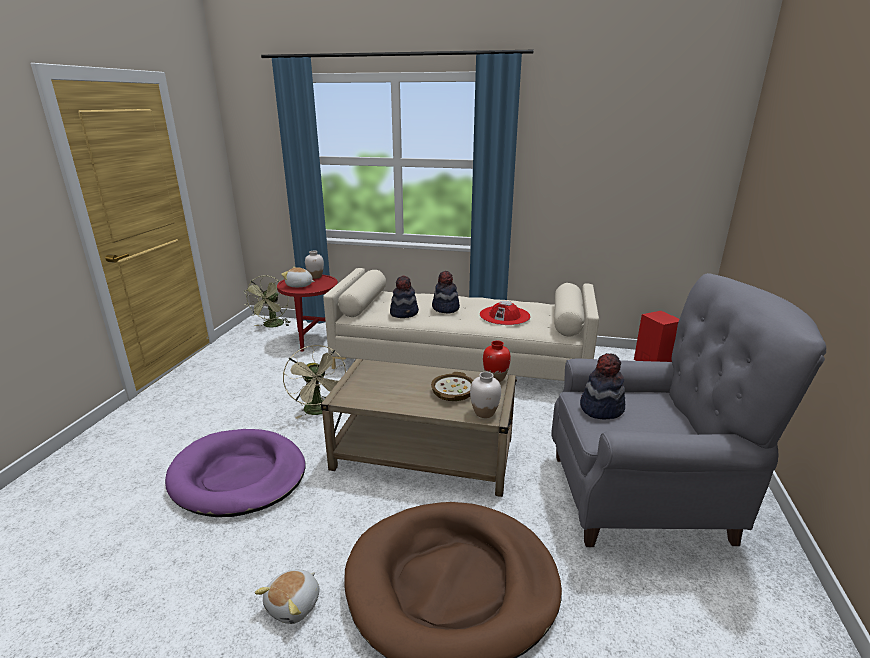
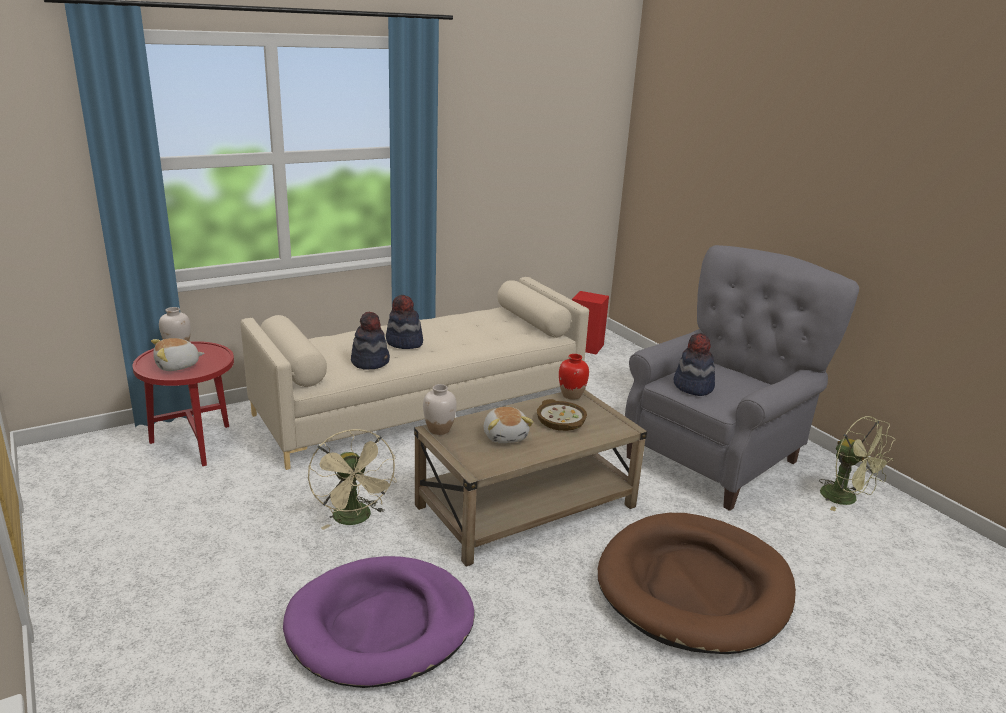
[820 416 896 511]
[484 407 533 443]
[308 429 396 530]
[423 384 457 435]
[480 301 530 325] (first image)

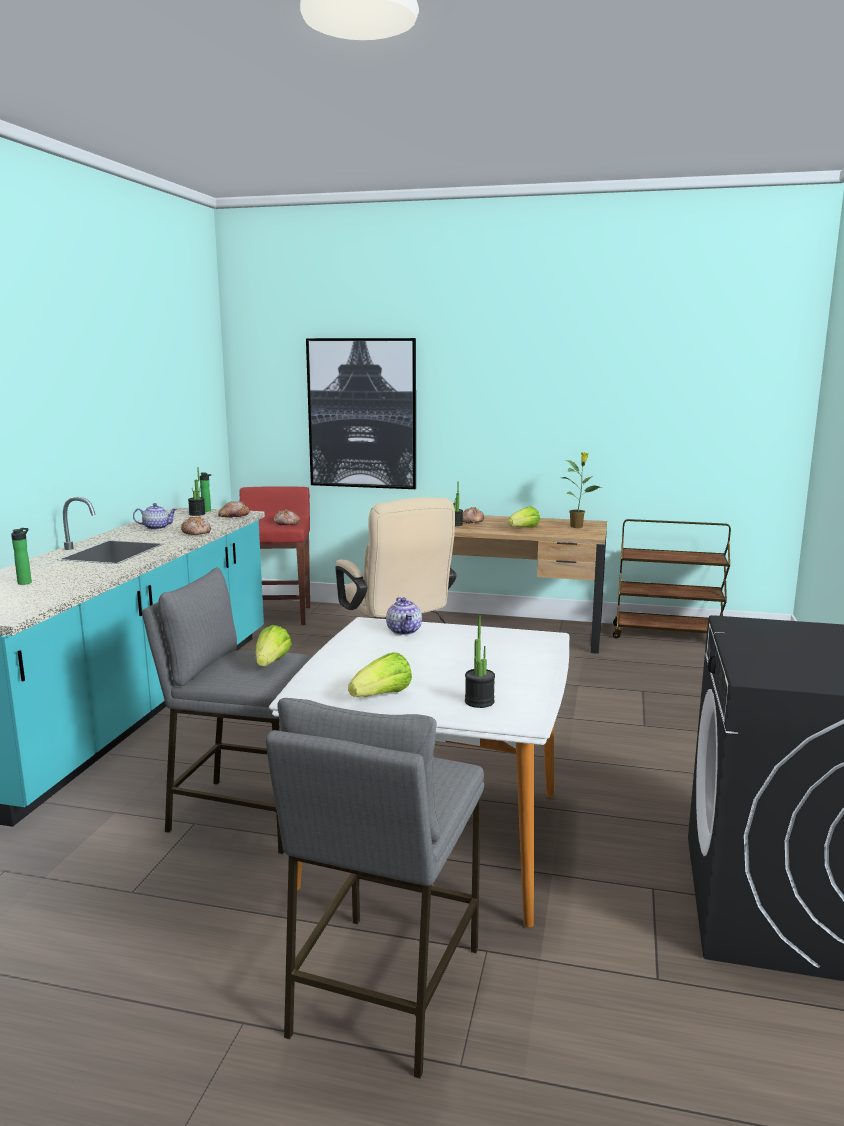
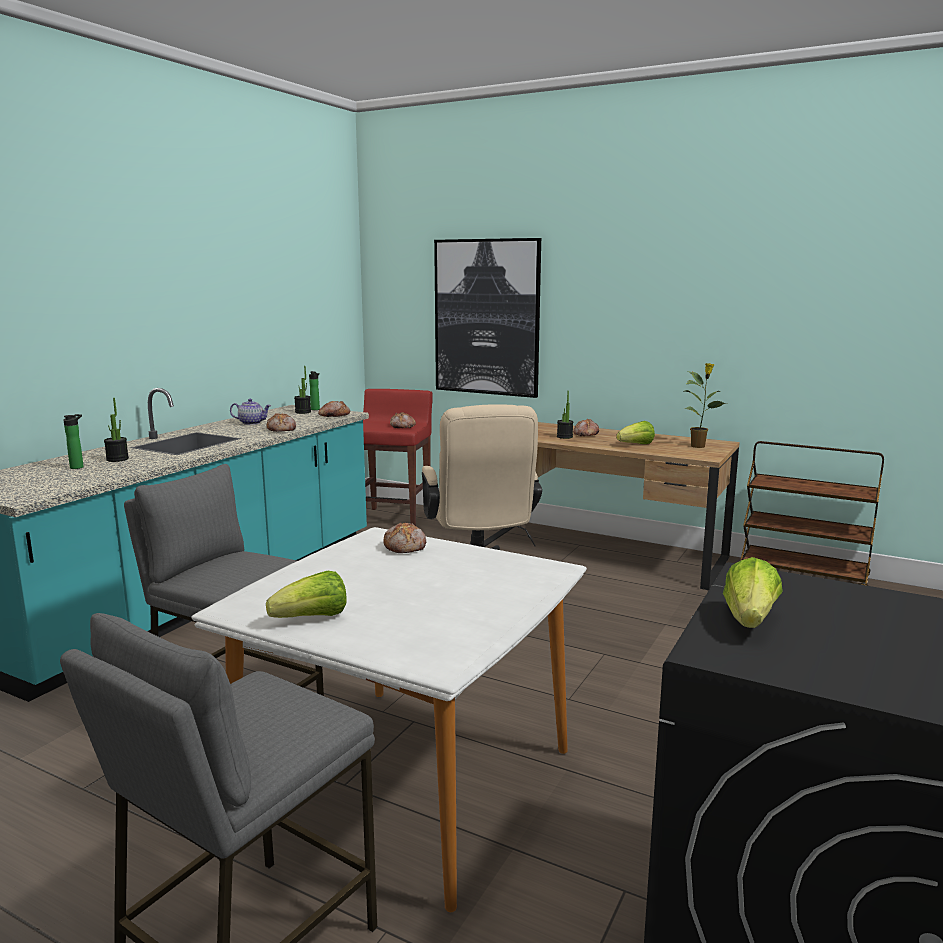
[723 557 783 628]
[383 523 426 553]
[104 398 129 462]

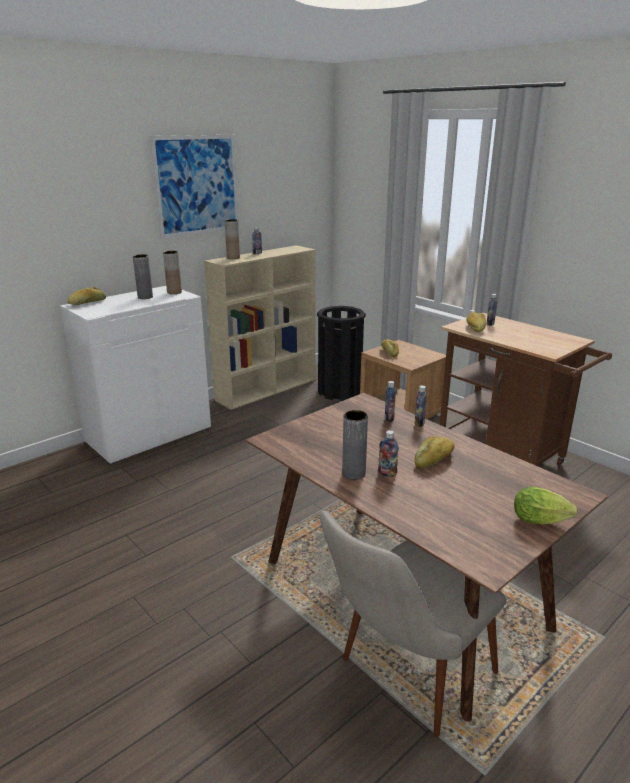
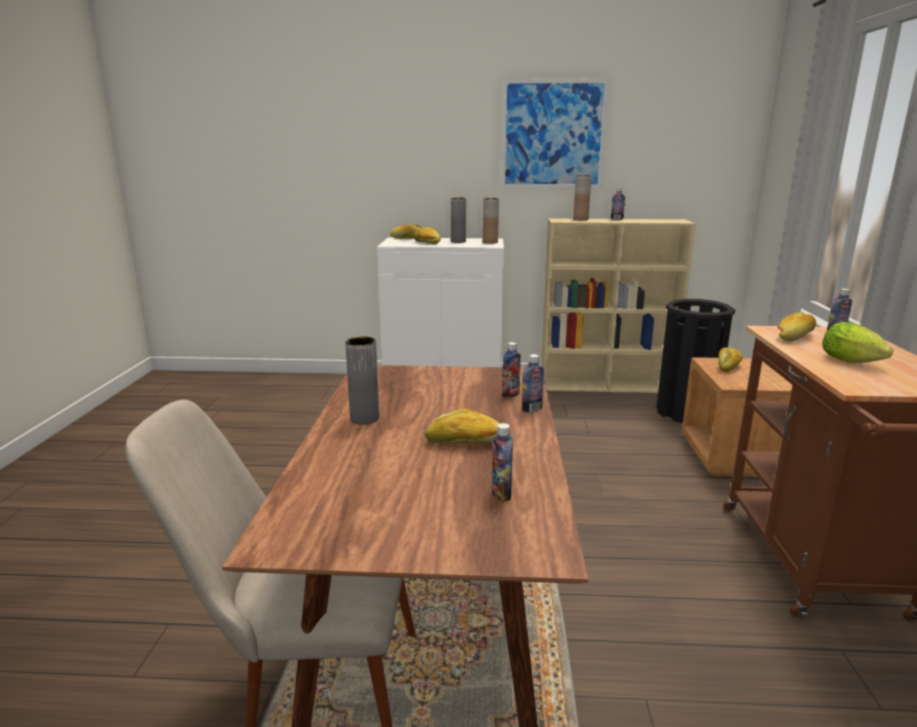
[492 423 513 502]
[822 322 893 363]
[414 227 441 244]

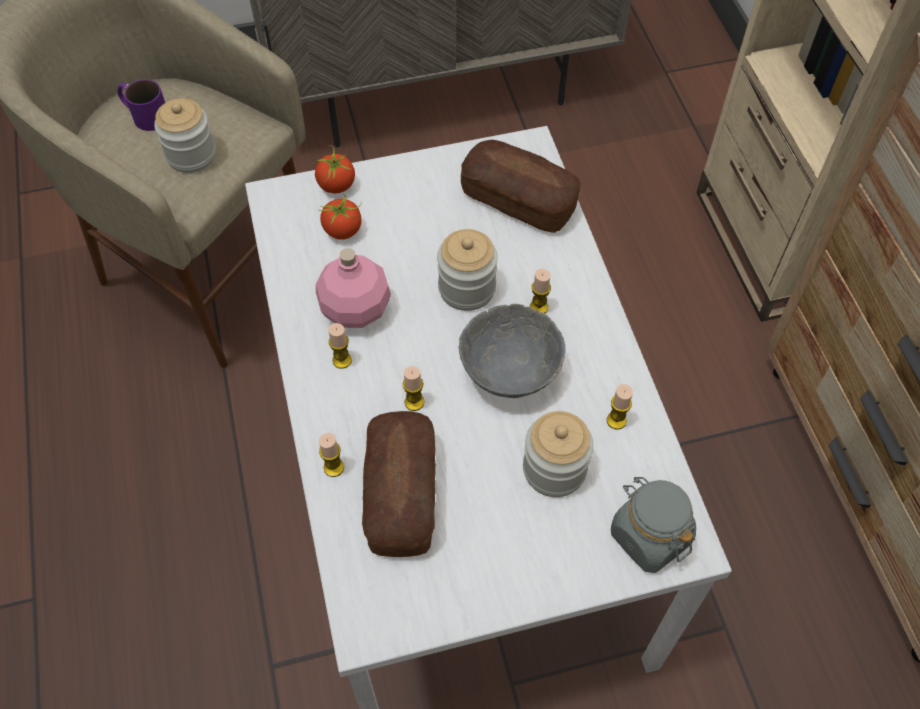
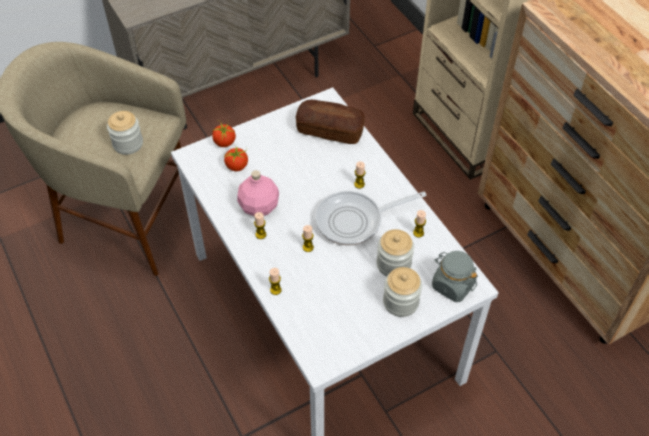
[117 79 165 131] (first image)
[362 411 436 557] (first image)
[383 267 422 317]
[315 191 427 245]

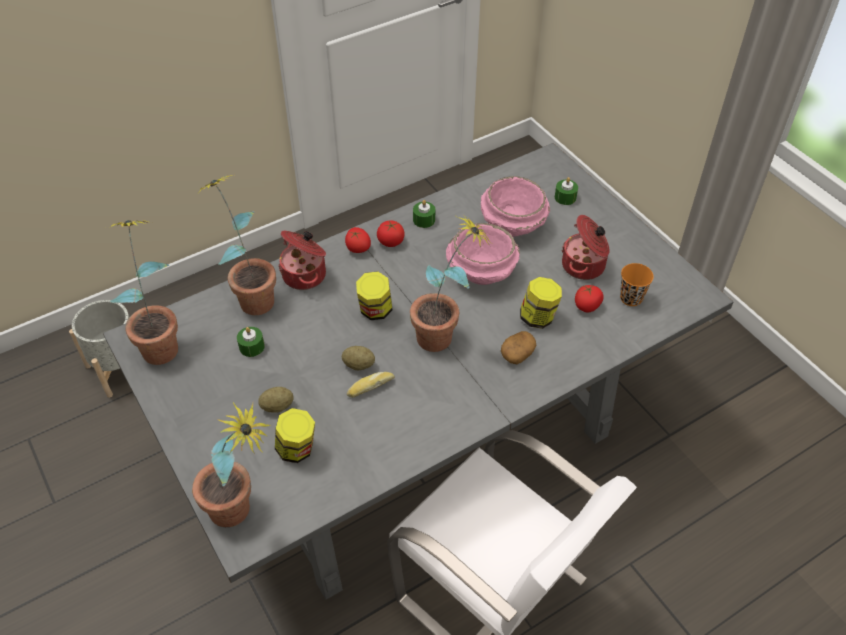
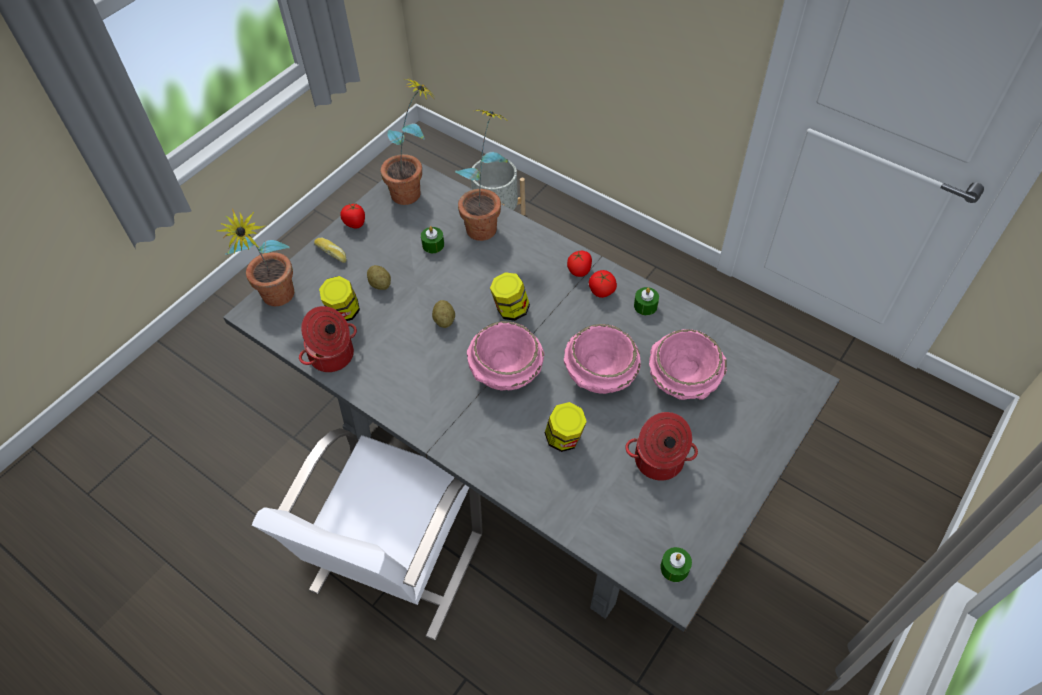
[299 306 357 372]
[314 238 347 263]
[467 321 544 390]
[501 331 536 364] (first image)
[660 547 692 582]
[340 204 365 228]
[620 263 654 306] (first image)

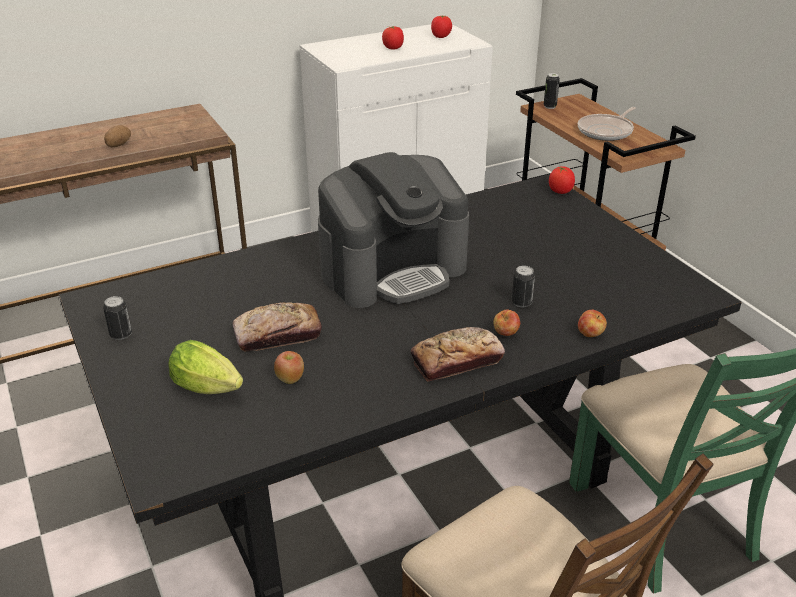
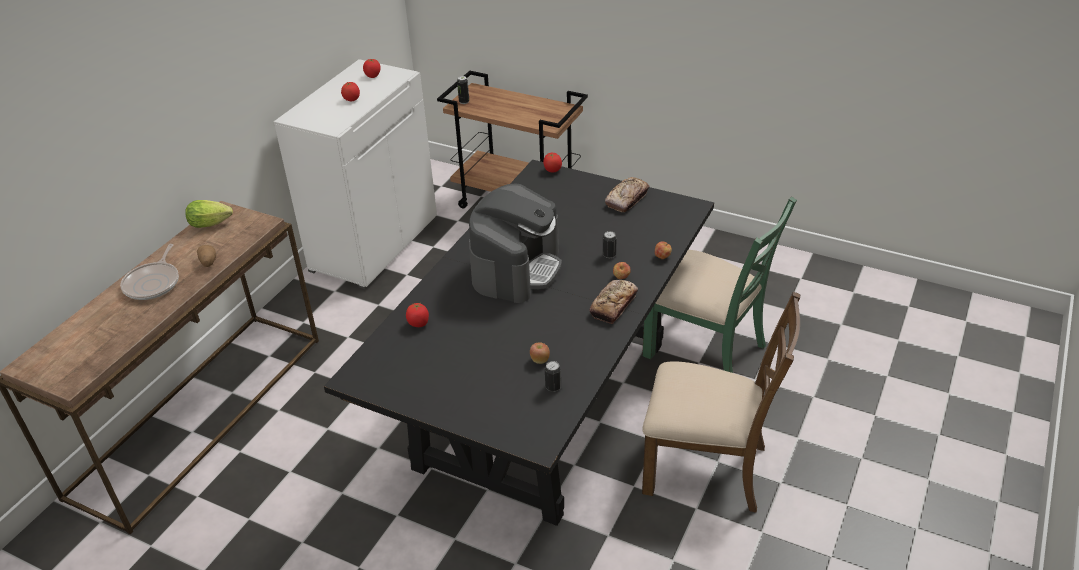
[545 361 561 392]
[185 200 233 228]
[605 177 649 212]
[120 244 179 300]
[406 303 429 327]

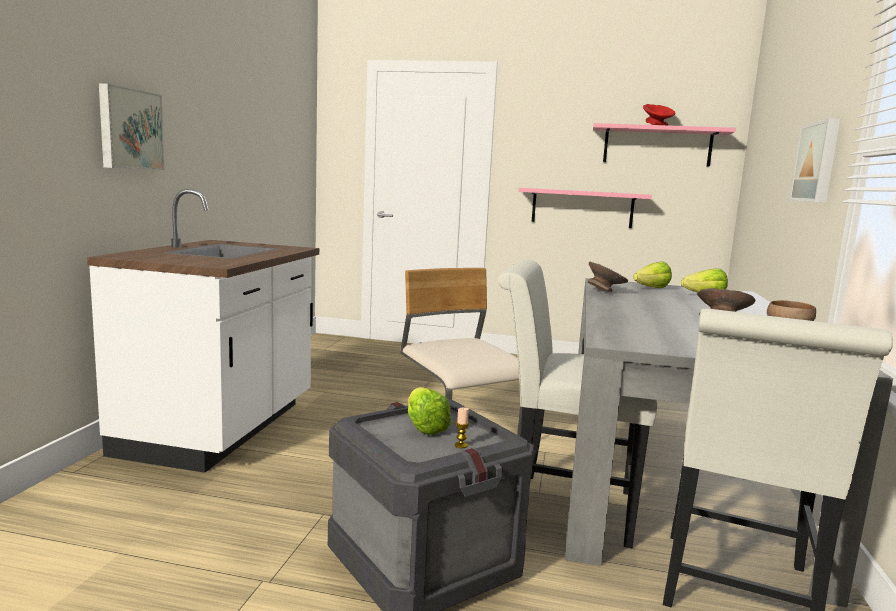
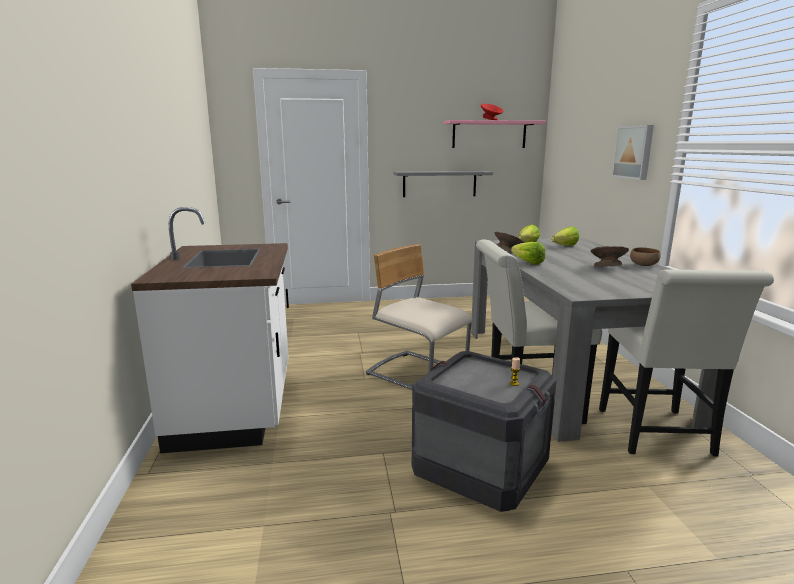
[99 83 164 170] (first image)
[511 242 545 265]
[394 171 493 197]

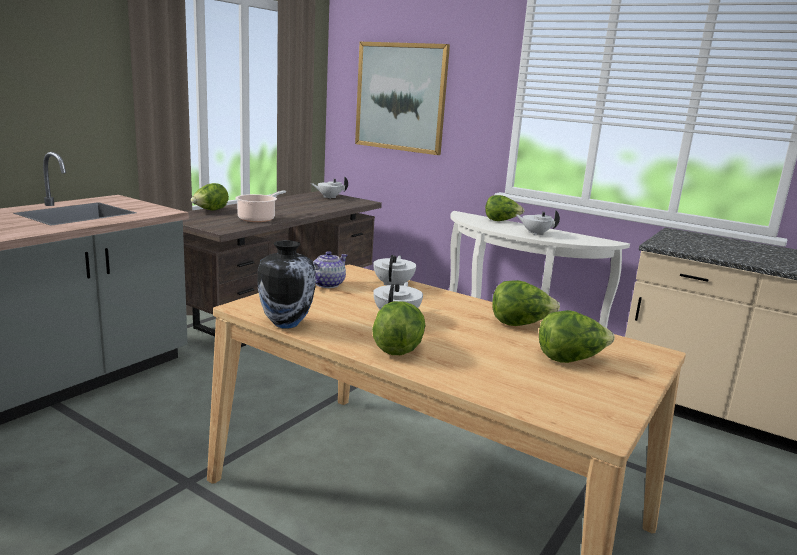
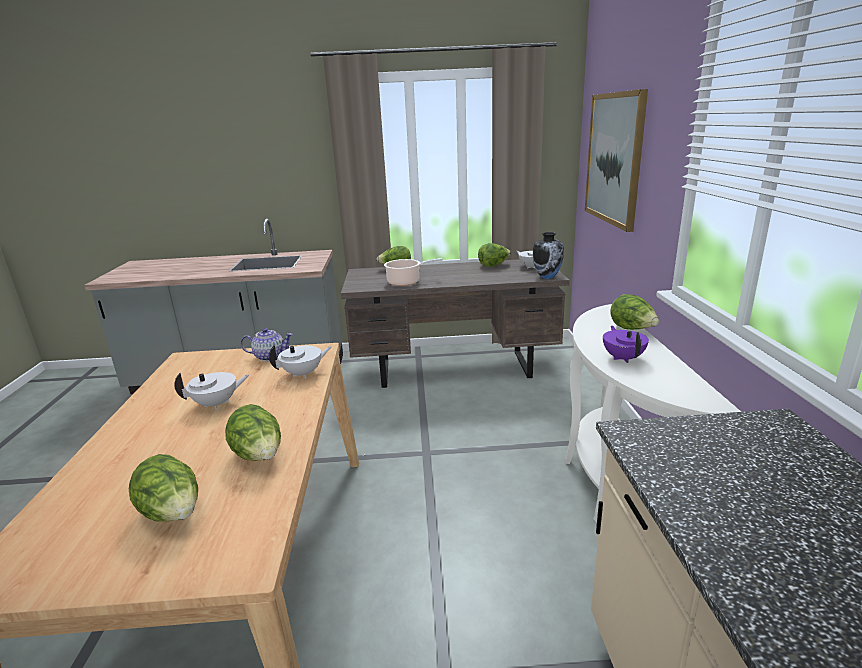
[533 232 564 279]
[478 243 511 267]
[603 326 649 363]

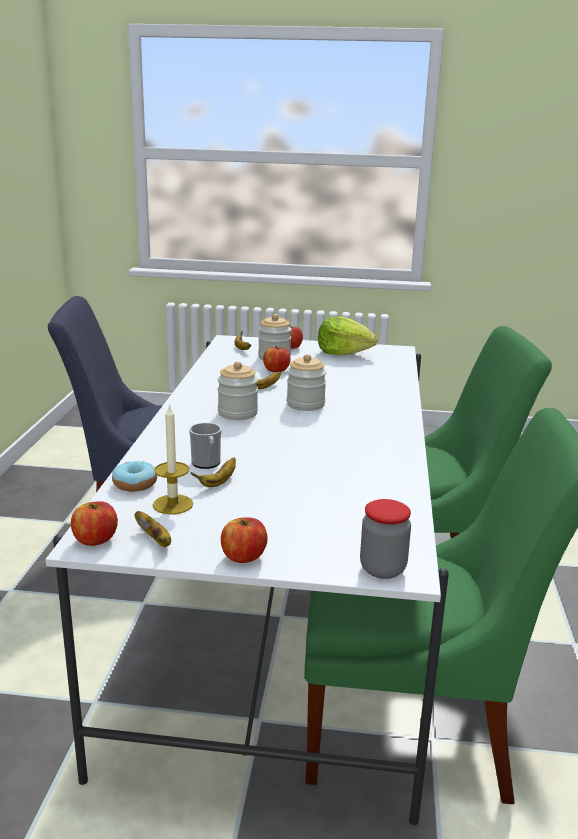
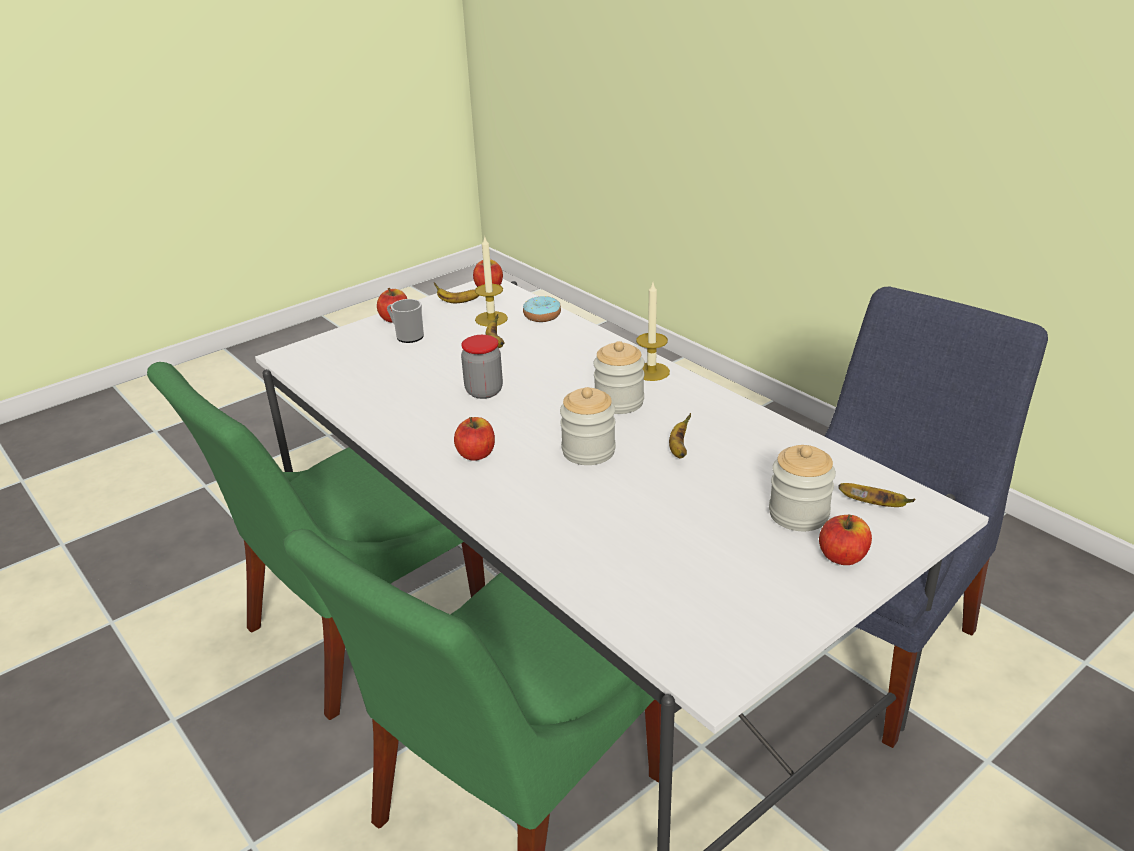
[387 299 424 343]
[454 417 495 461]
[318 316 378 355] (first image)
[461 335 503 399]
[636 283 670 381]

